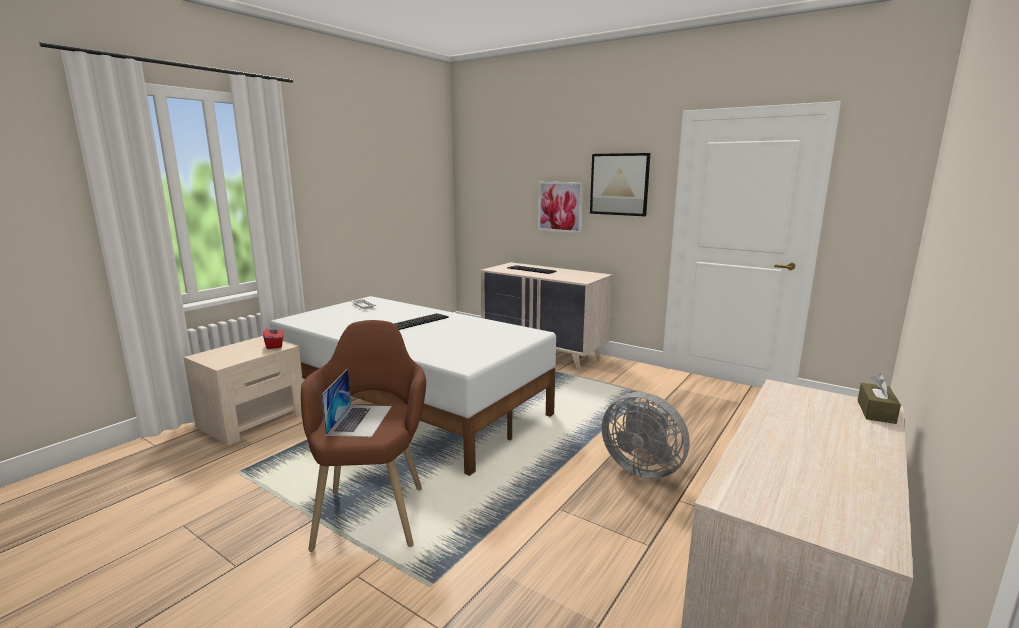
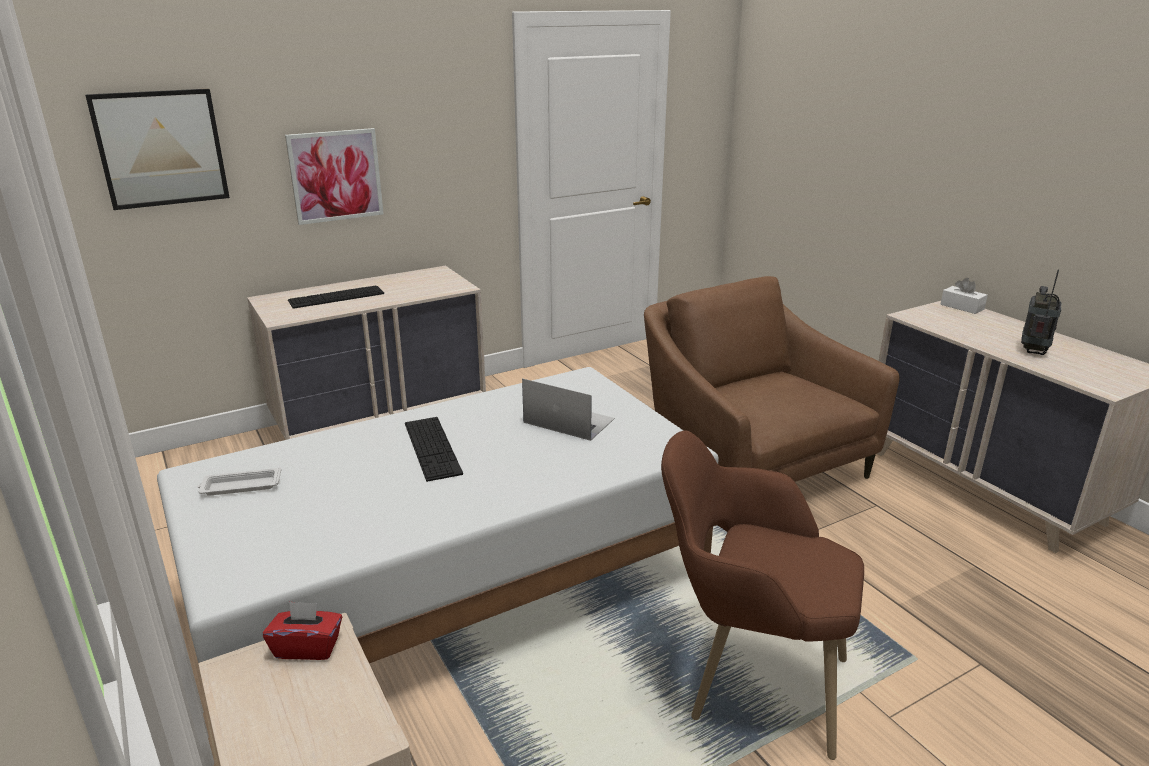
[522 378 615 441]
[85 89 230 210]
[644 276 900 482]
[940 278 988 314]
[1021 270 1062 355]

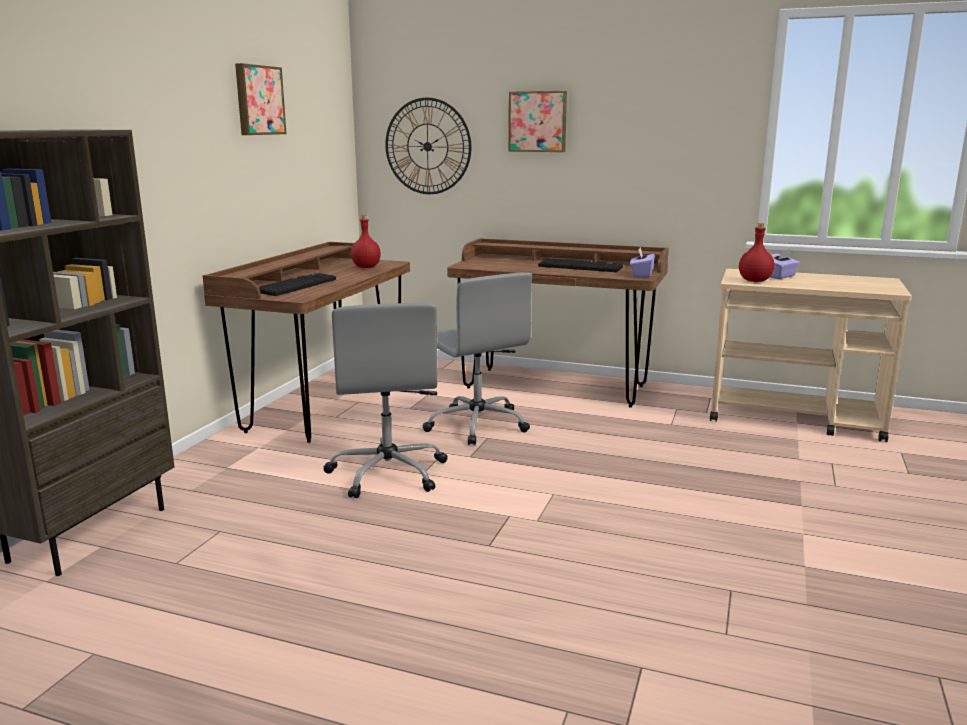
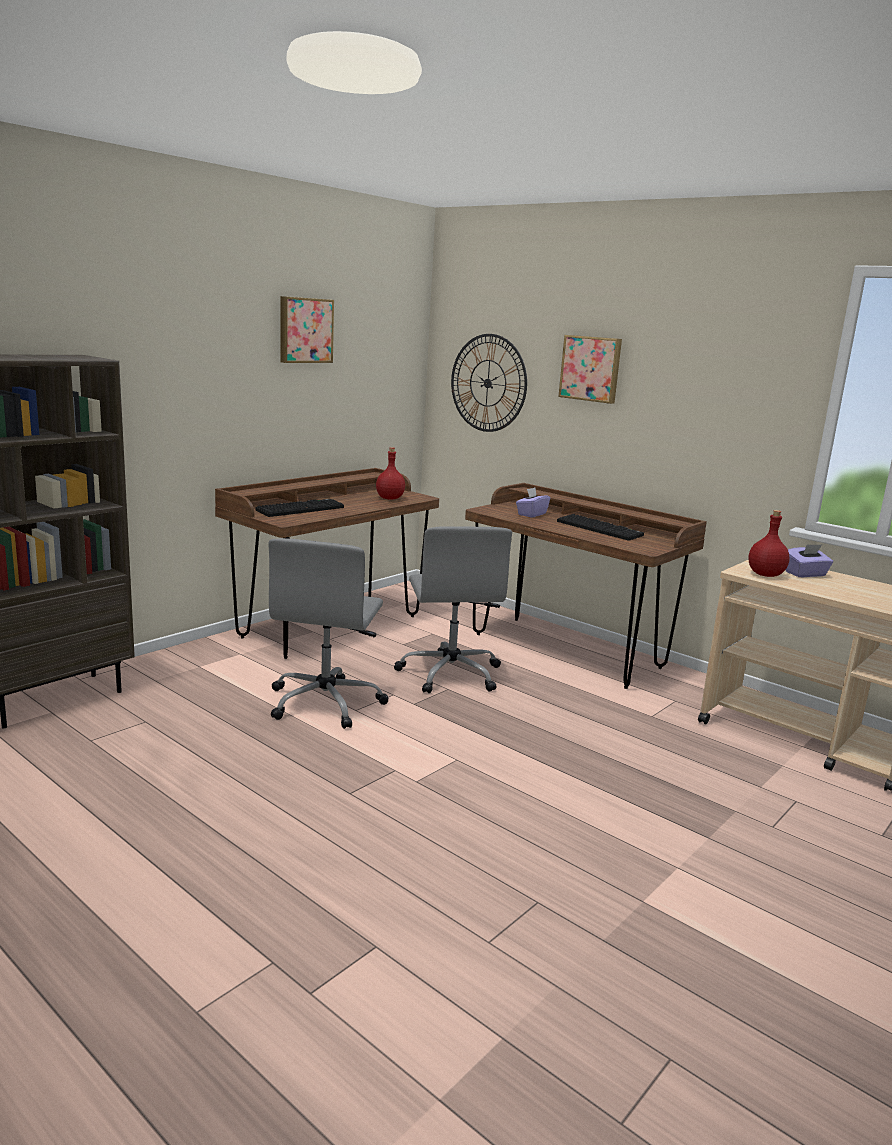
[516 488 550 518]

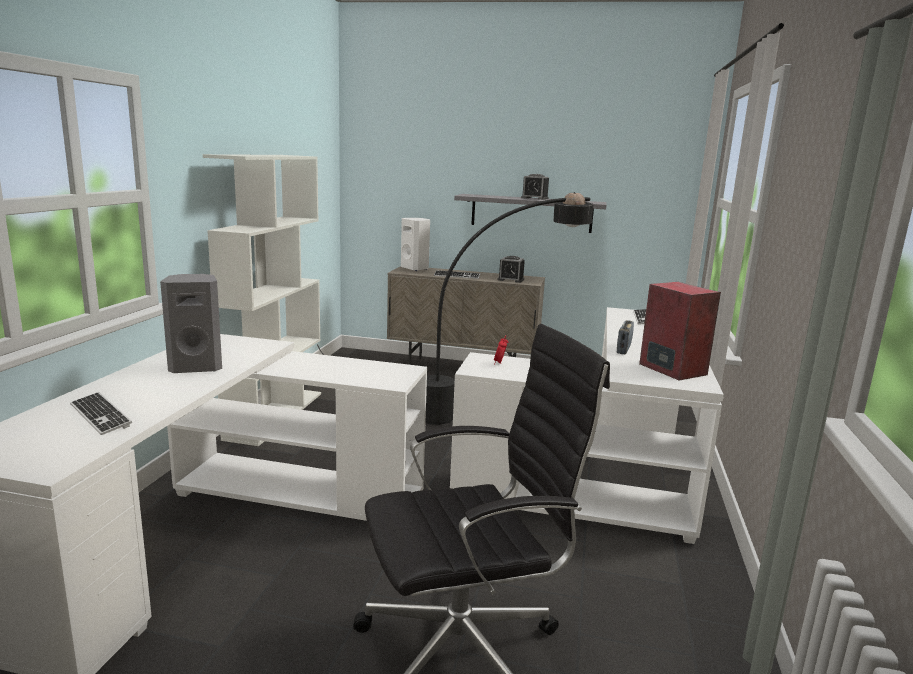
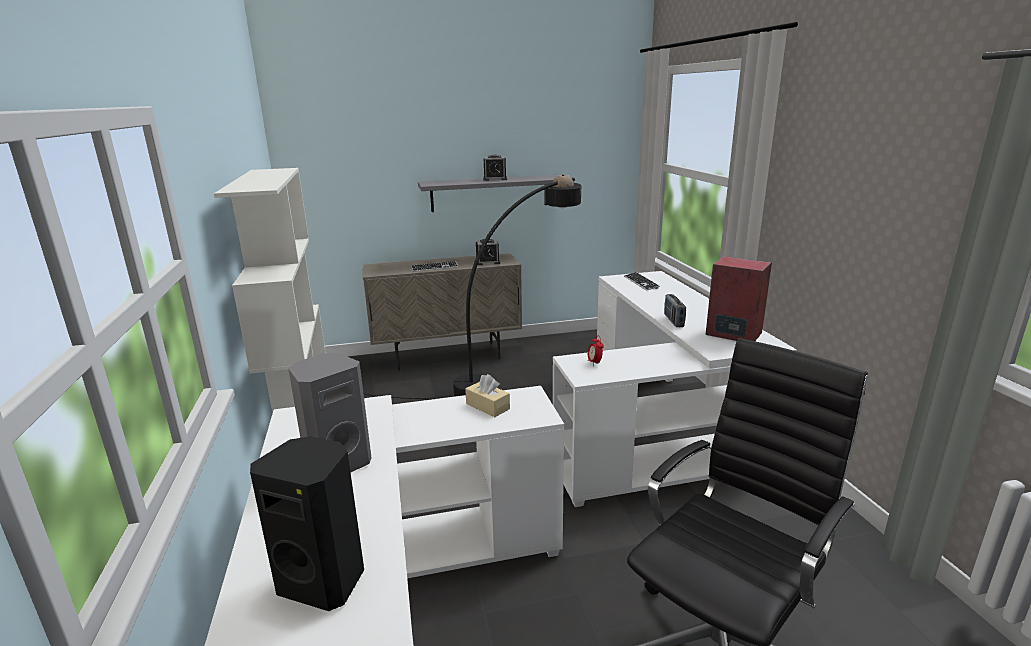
[250 436 364 611]
[401 218 430 271] (first image)
[465 374 510 417]

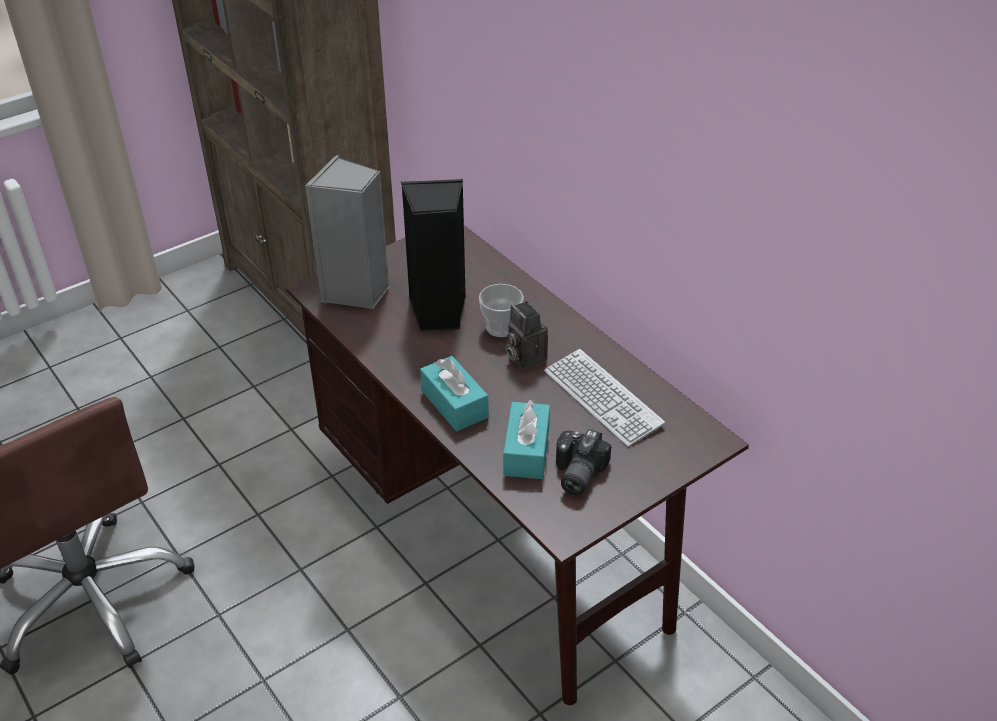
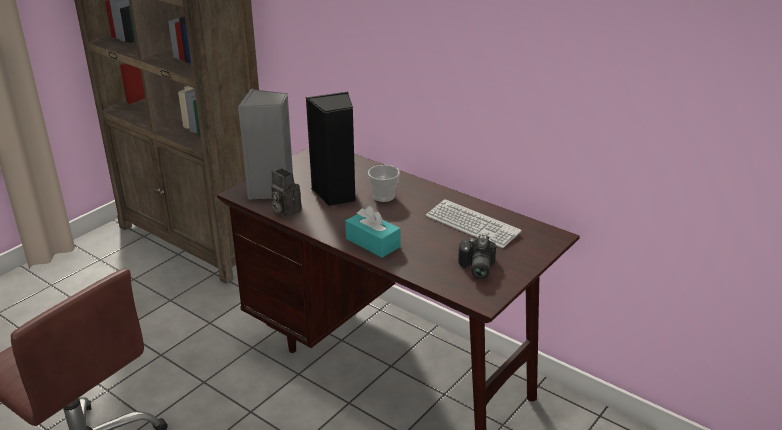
[503 399 550 479] (first image)
[271 169 302 219]

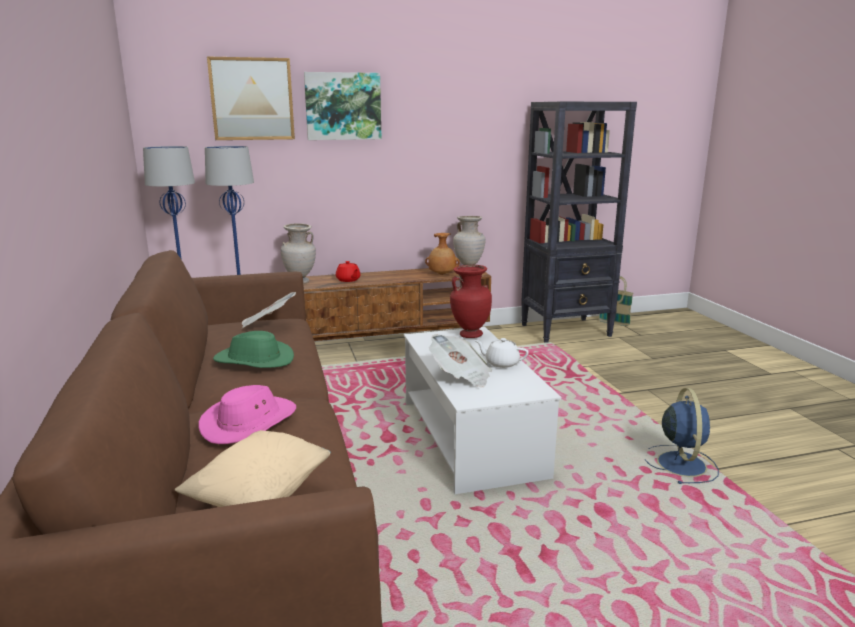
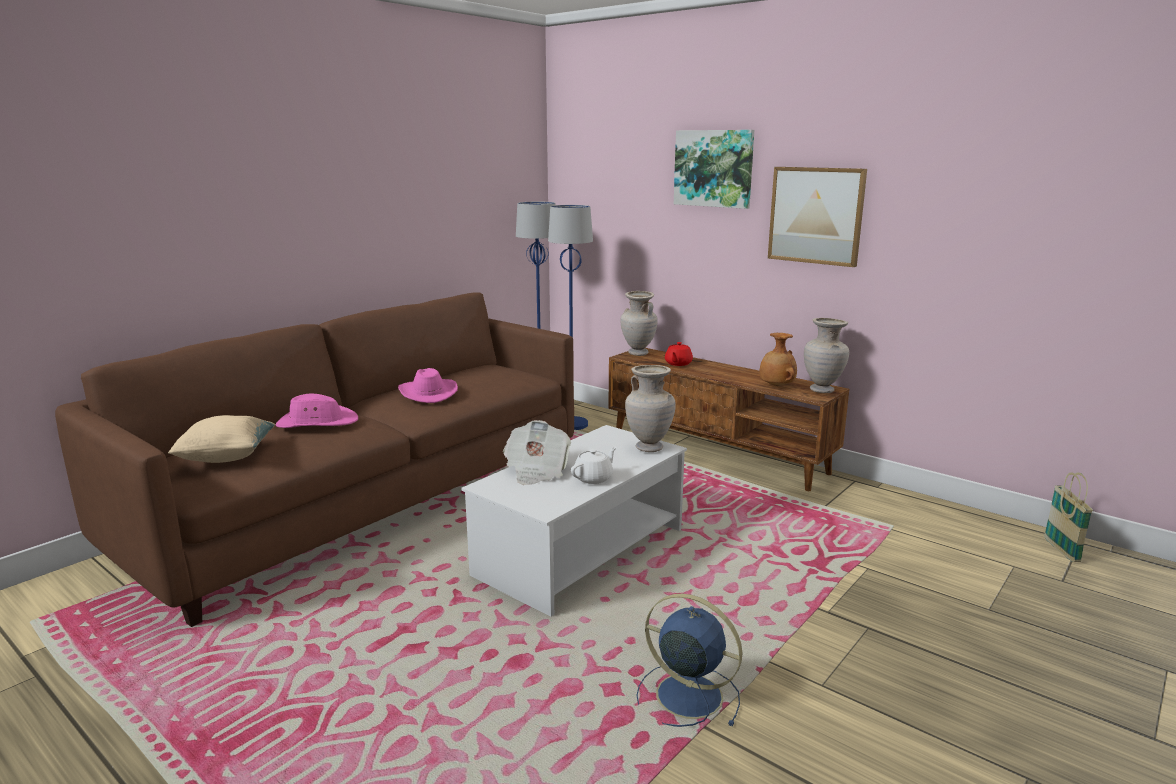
[768 167 867 267]
[398 368 458 403]
[242 292 296 328] (first image)
[625 365 676 452]
[571 447 617 484]
[521 102 637 343] (first image)
[636 594 742 727]

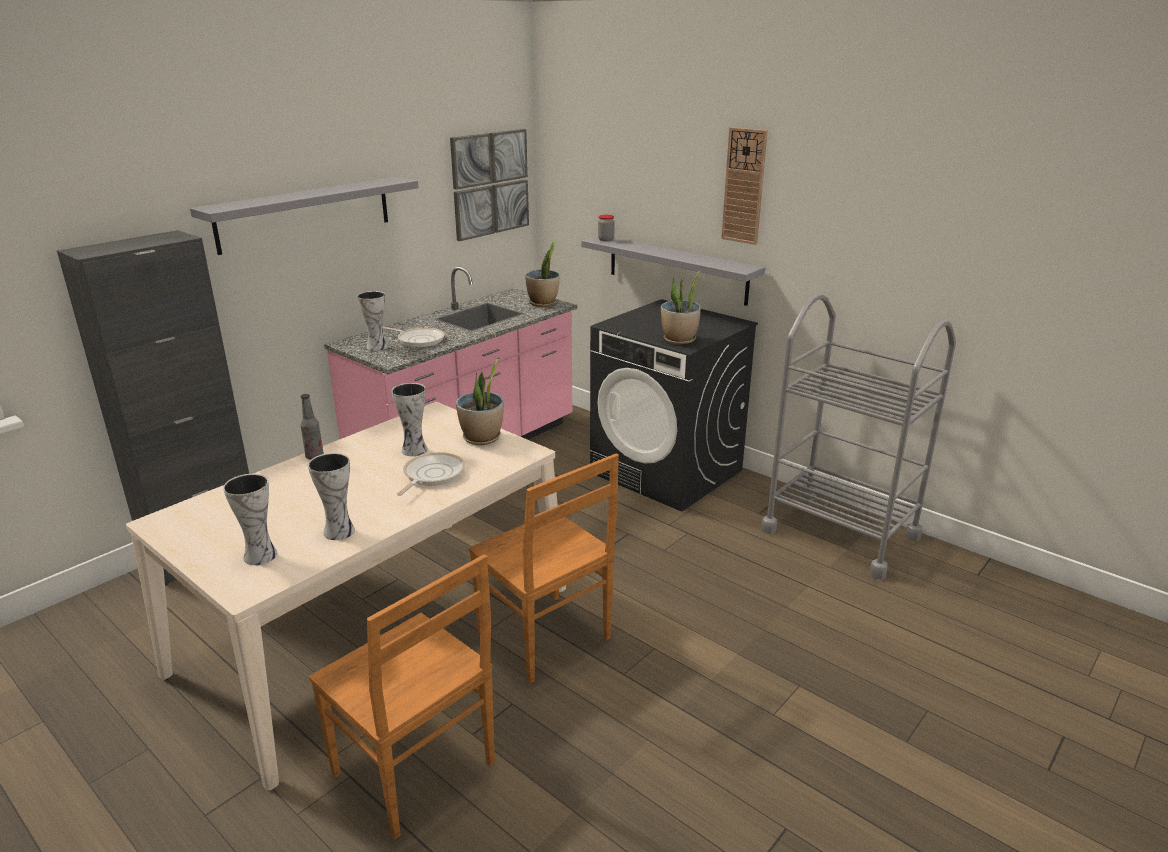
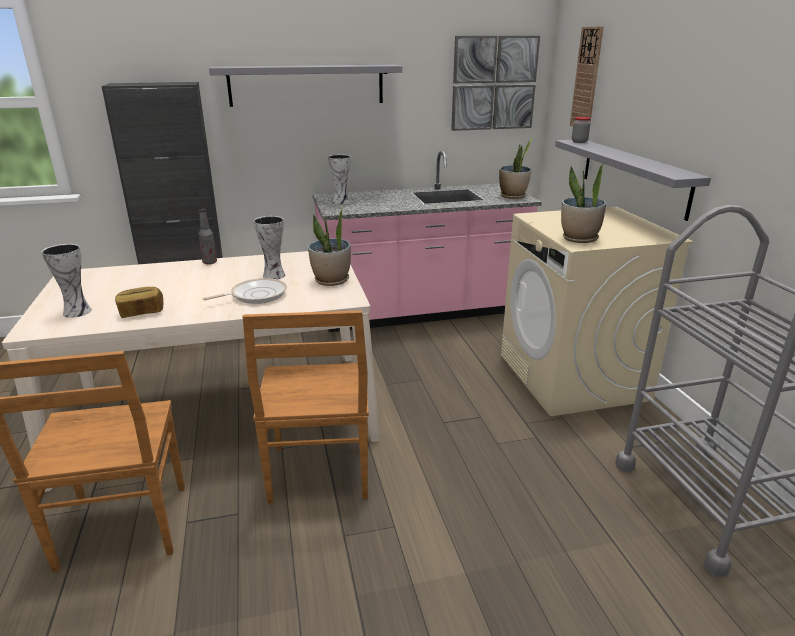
[115 287 163 318]
[382 327 445 347] (first image)
[501 207 694 416]
[570 26 604 126]

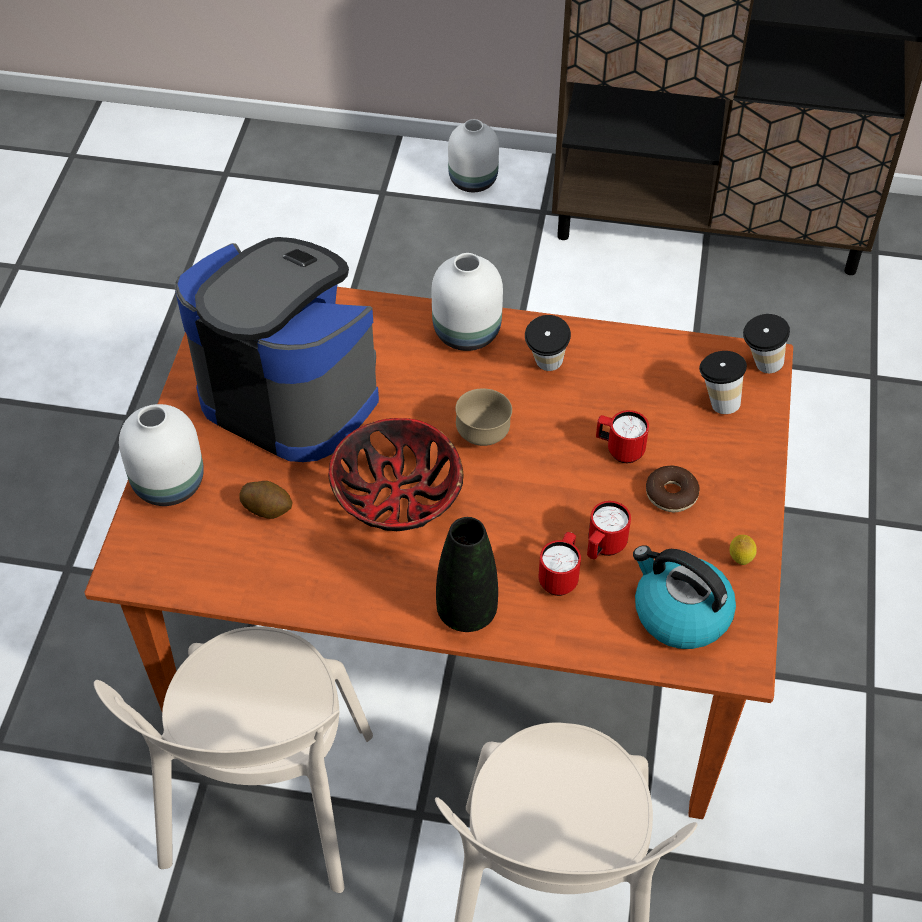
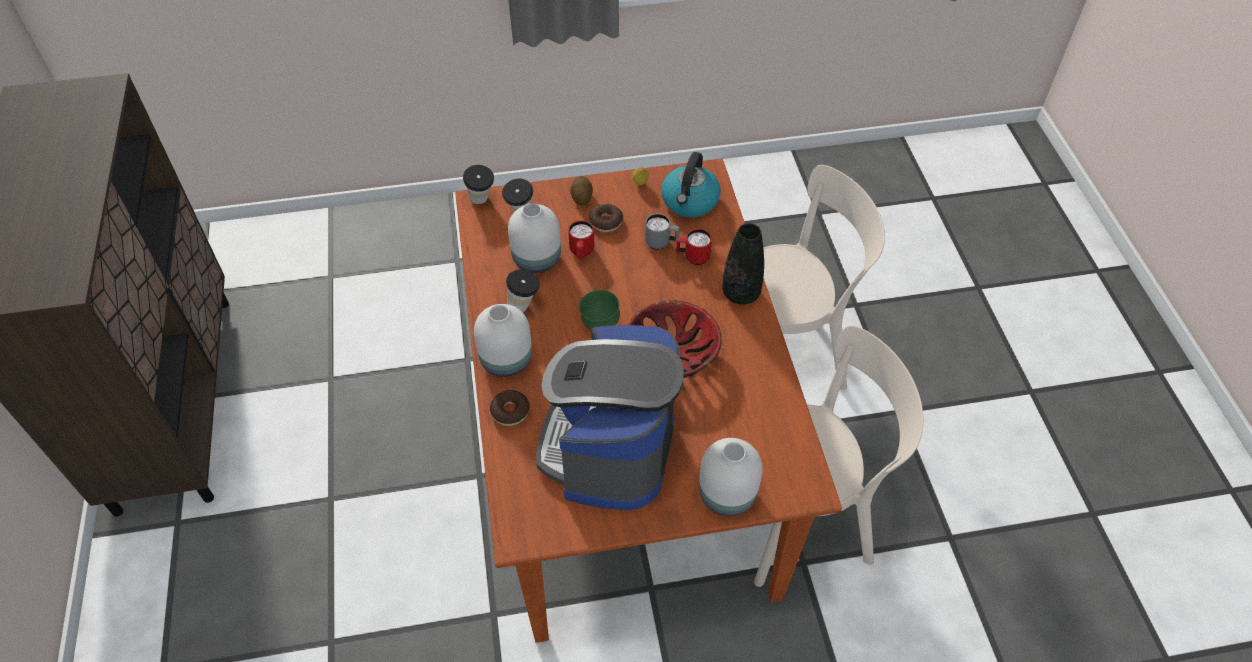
[570 176 593 205]
[508 203 561 273]
[579 290 620 329]
[645 214 680 250]
[490 390 530 426]

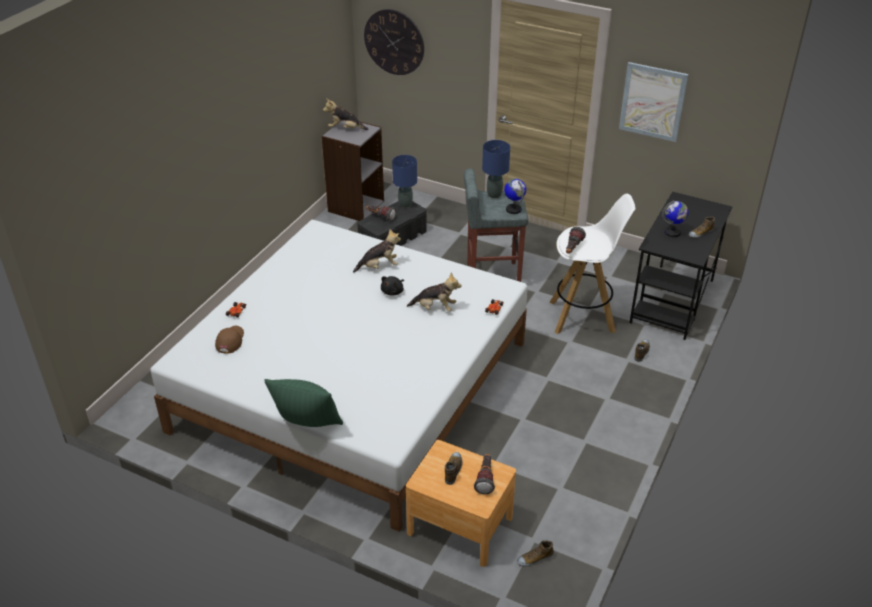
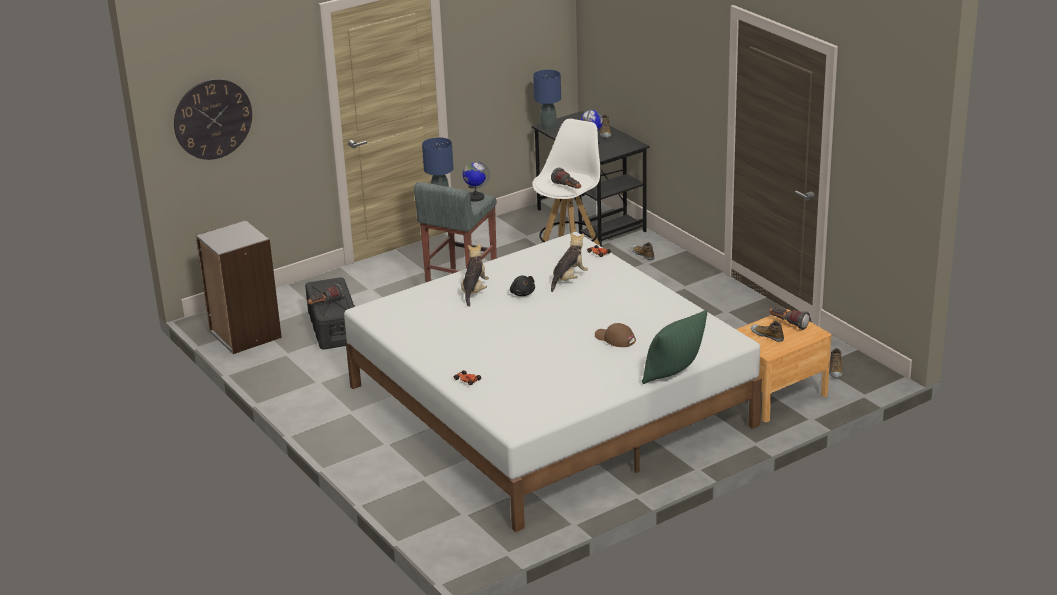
[595 323 636 347]
[323 98 369 130] (first image)
[533 70 561 130]
[619 62 688 142] (first image)

